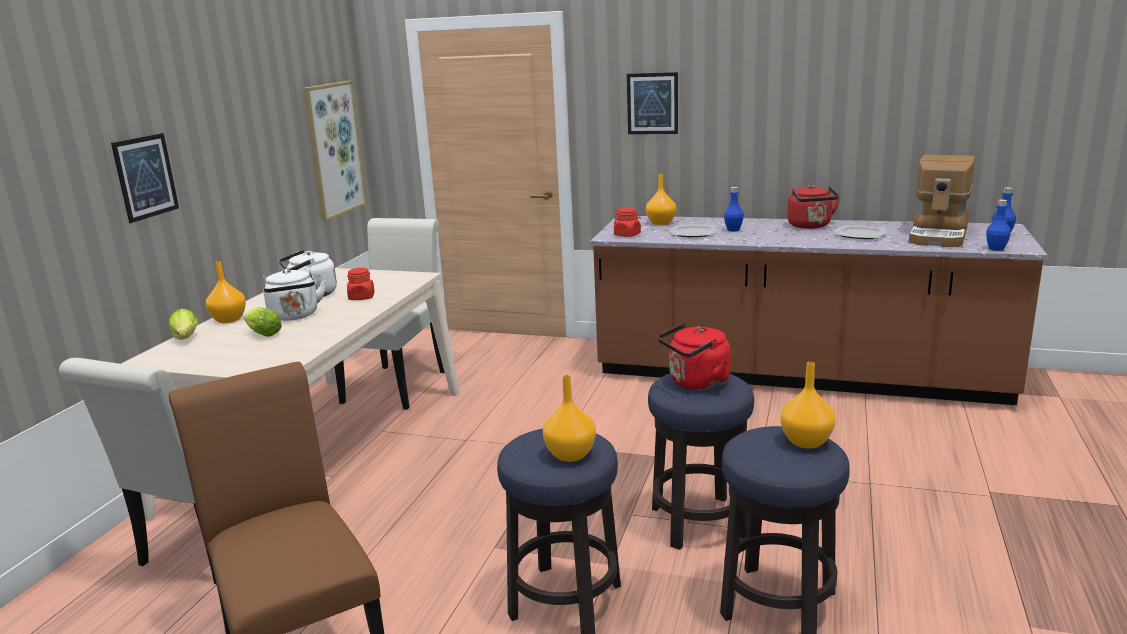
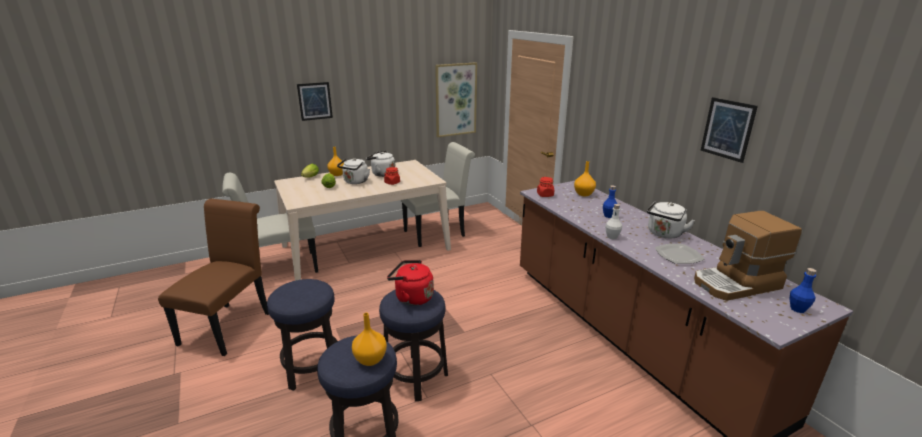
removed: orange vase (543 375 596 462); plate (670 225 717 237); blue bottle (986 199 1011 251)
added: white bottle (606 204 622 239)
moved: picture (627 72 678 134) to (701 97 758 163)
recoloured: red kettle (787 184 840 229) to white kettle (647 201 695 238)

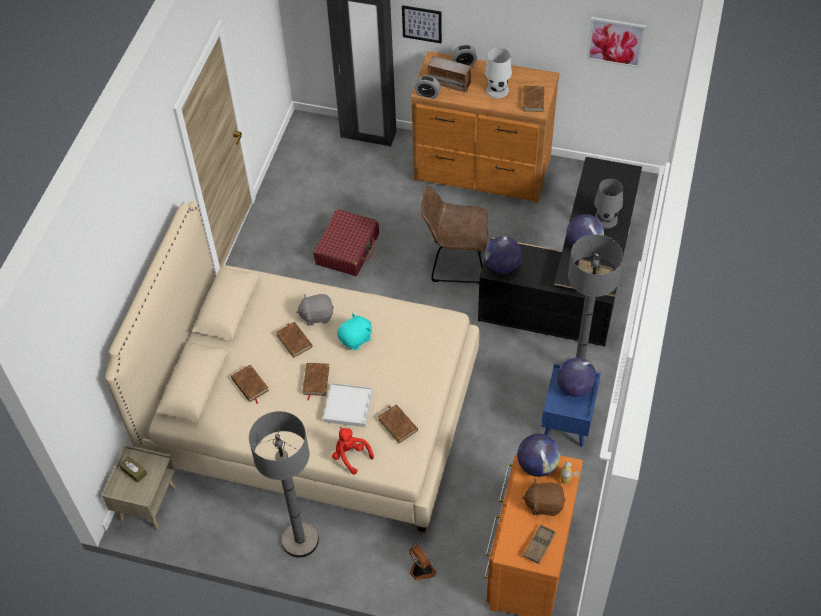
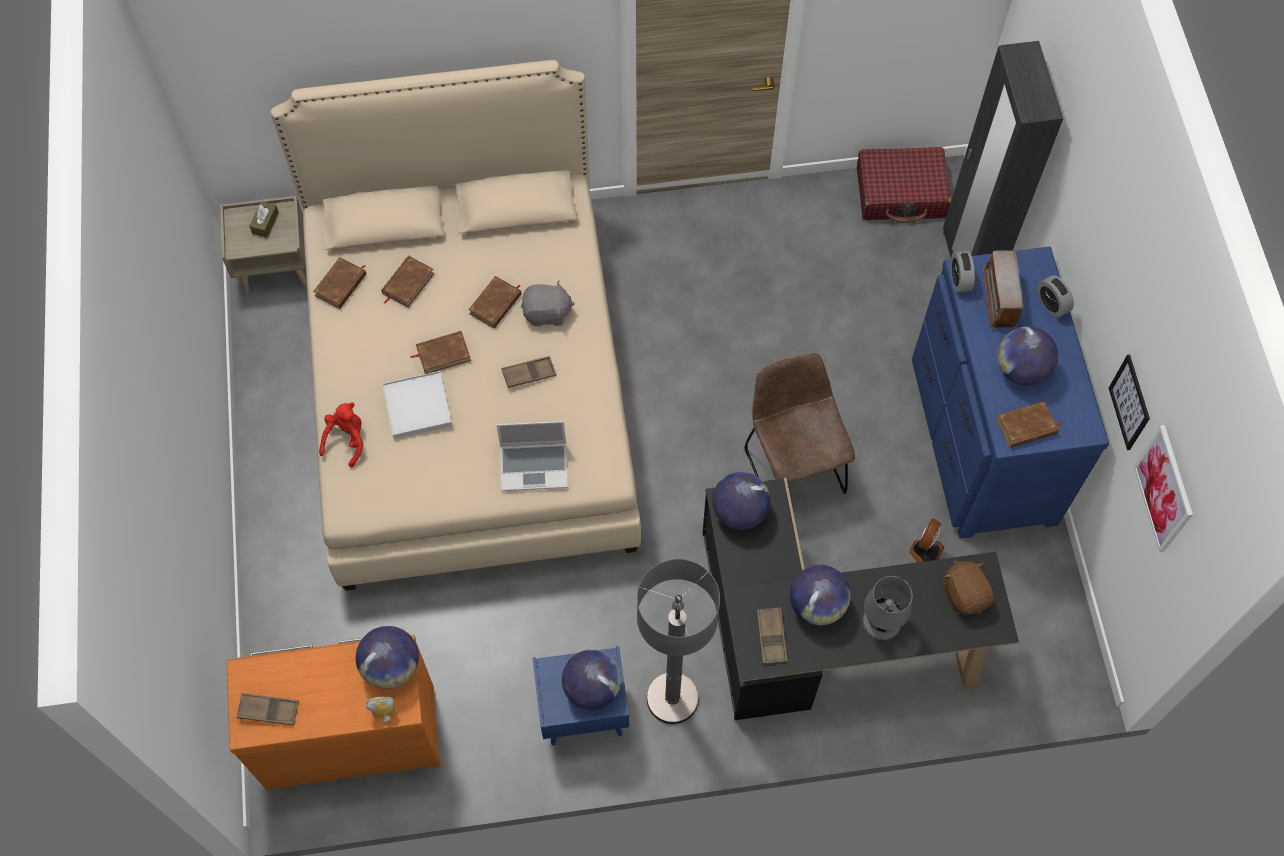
removed: grey floor lamp (249 411 319 558)
added: laptop (496 421 568 491)
moved: red suitcase (314 209 379 276) to (857 147 952 223); brown book (378 404 418 443) to (313 257 366 309); picture (402 5 442 43) to (1109 355 1150 450); fan (409 545 437 580) to (909 519 944 562); brown plush toy (522 479 565 516) to (943 560 994 615)
replaced: turquoise plush toy (337 313 372 350) to brown tray (501 356 556 388); white table lamp (485 48 512 98) to globe (997 326 1058 386)
recoloured: brown dresser (411 51 559 203) to blue dresser (912 247 1109 539)
turned: grey plush toy (297 294 334 326) = (521 280 575 326) 120 degrees clockwise

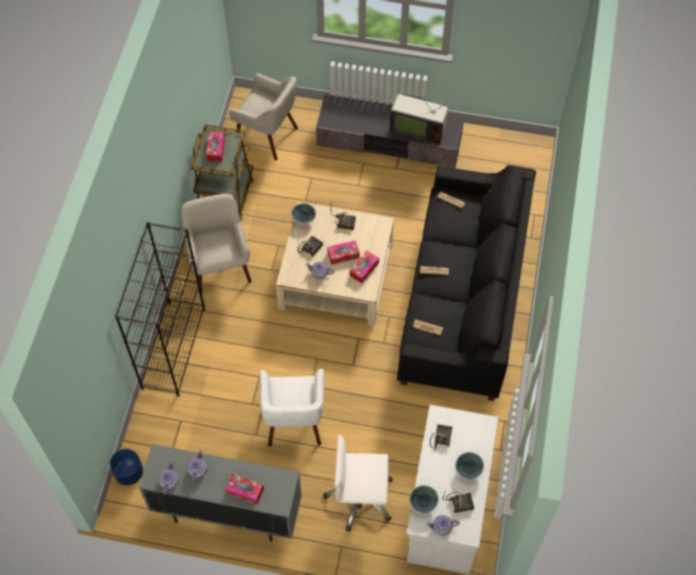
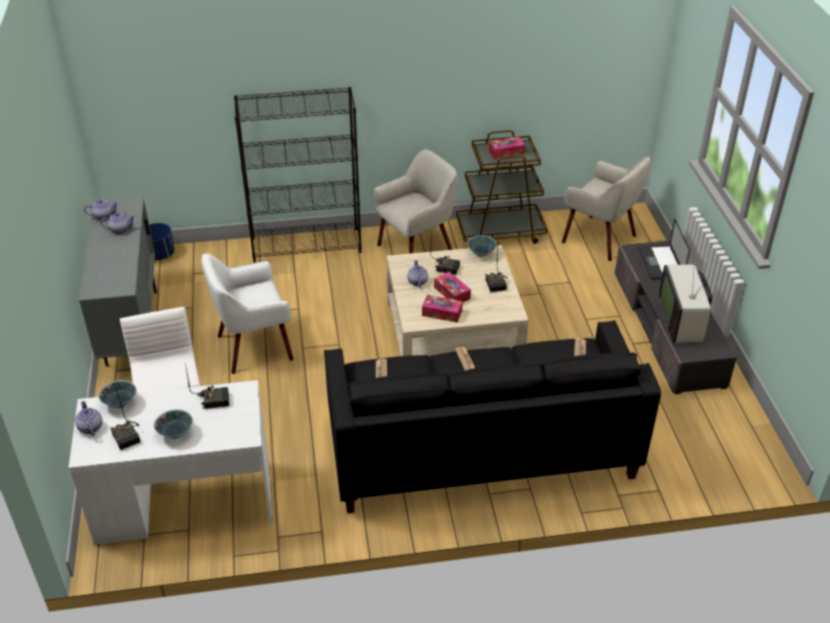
removed: tissue box (225 474 264 504)
added: laptop (639 218 690 280)
turned: beige armchair (229 73 298 160) = (562 157 651 261) 60 degrees counterclockwise

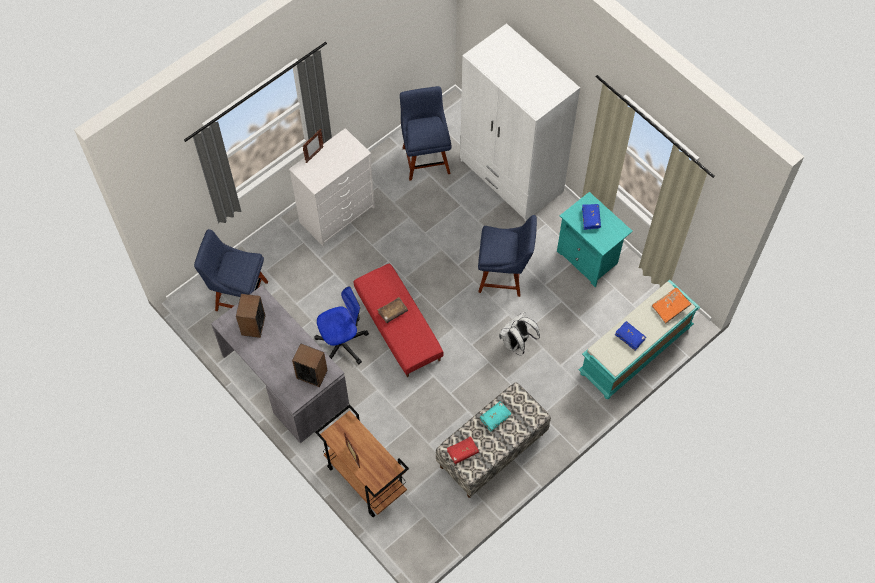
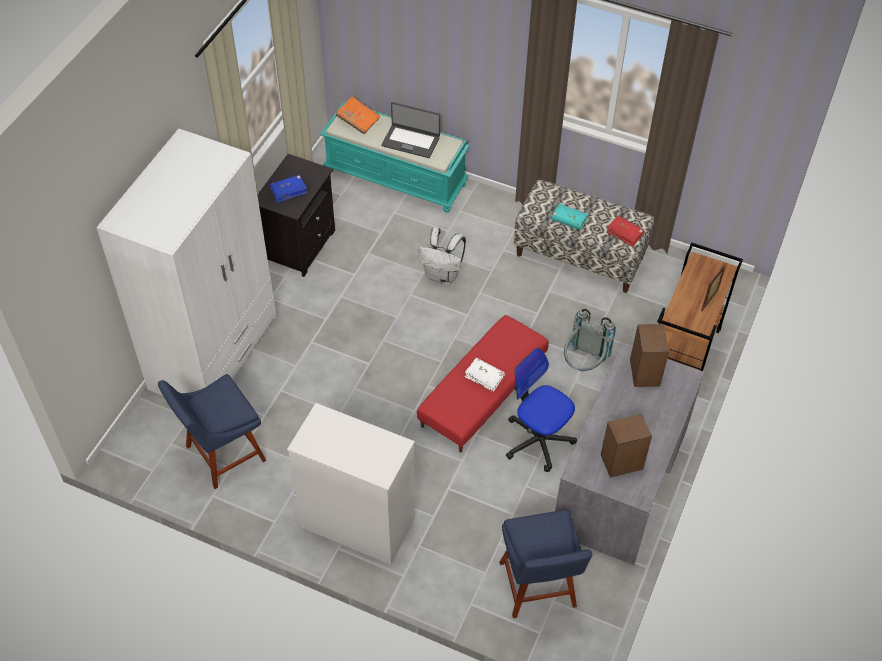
removed: picture frame (302 129 324 163); blue chair (478 215 537 297)
added: grey backpack (564 309 616 371)
replaced: blue book (615 321 646 351) to laptop (381 102 440 158)
recoloured: brown book (378 297 408 323) to white book (465 358 505 392); turquoise nightstand (557 192 633 287) to black nightstand (258 154 335 277)

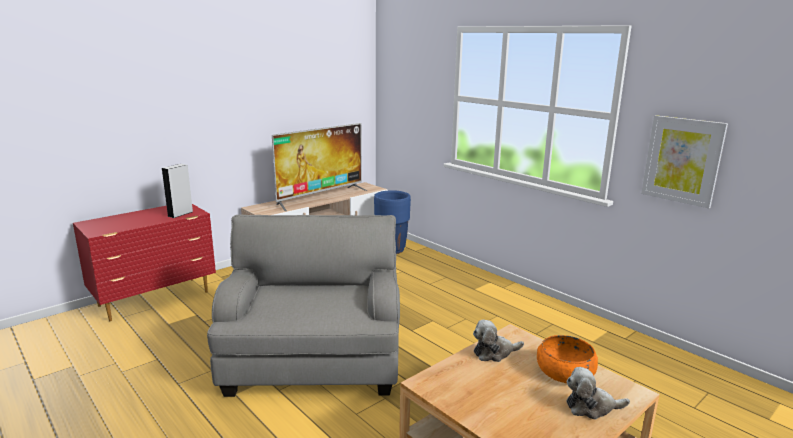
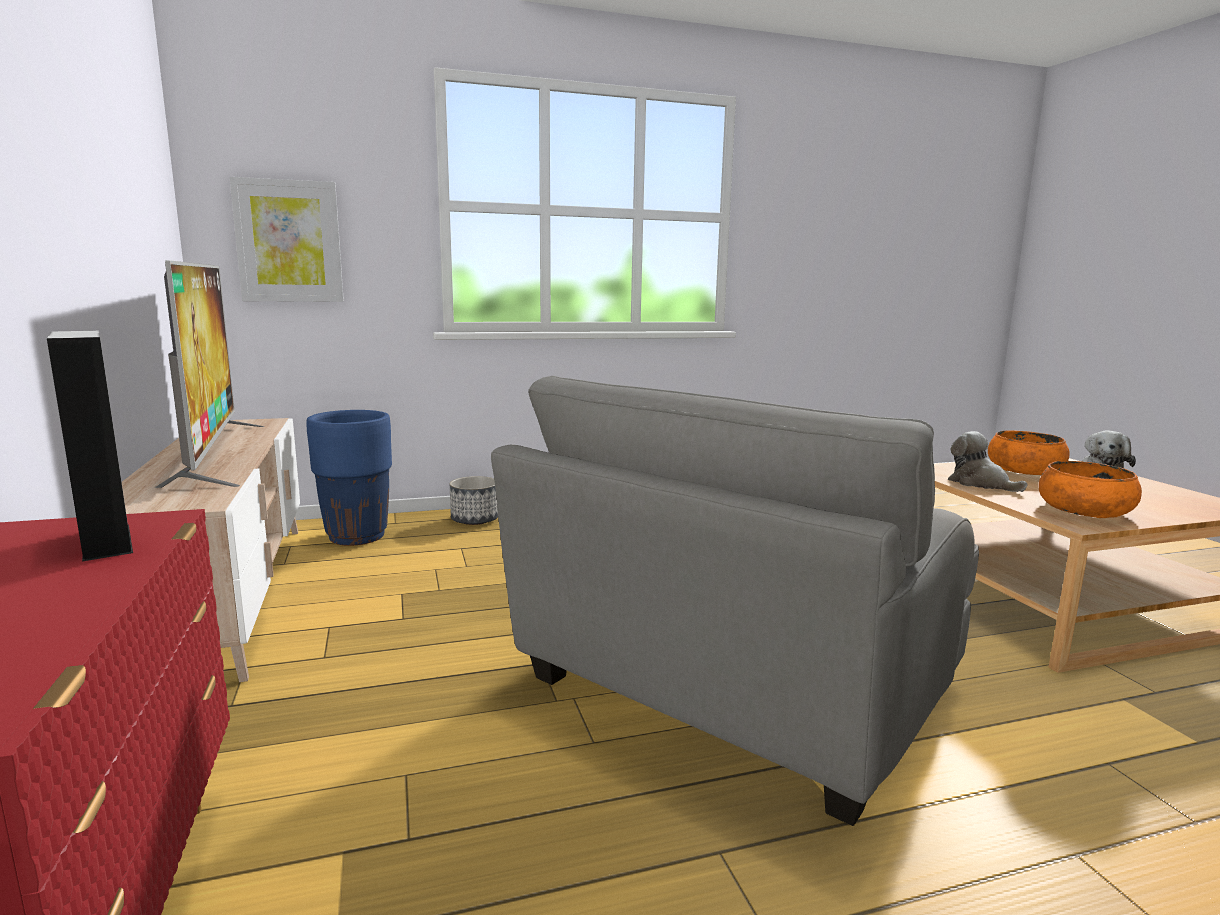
added: planter (450 476 498 525); orange bowl (1039 461 1142 518)
moved: picture (641 115 728 208) to (229 177 344 302)
turned: grey armchair (207 214 400 397) = (491 376 979 826) 75 degrees counterclockwise; plush toy (473 320 524 362) = (948 431 1028 492) 135 degrees clockwise

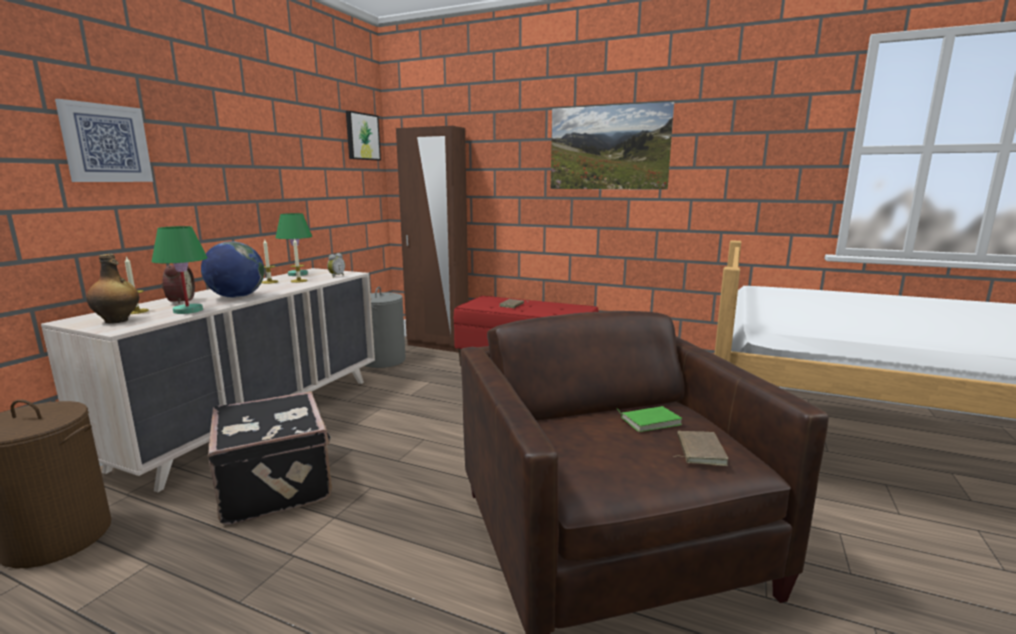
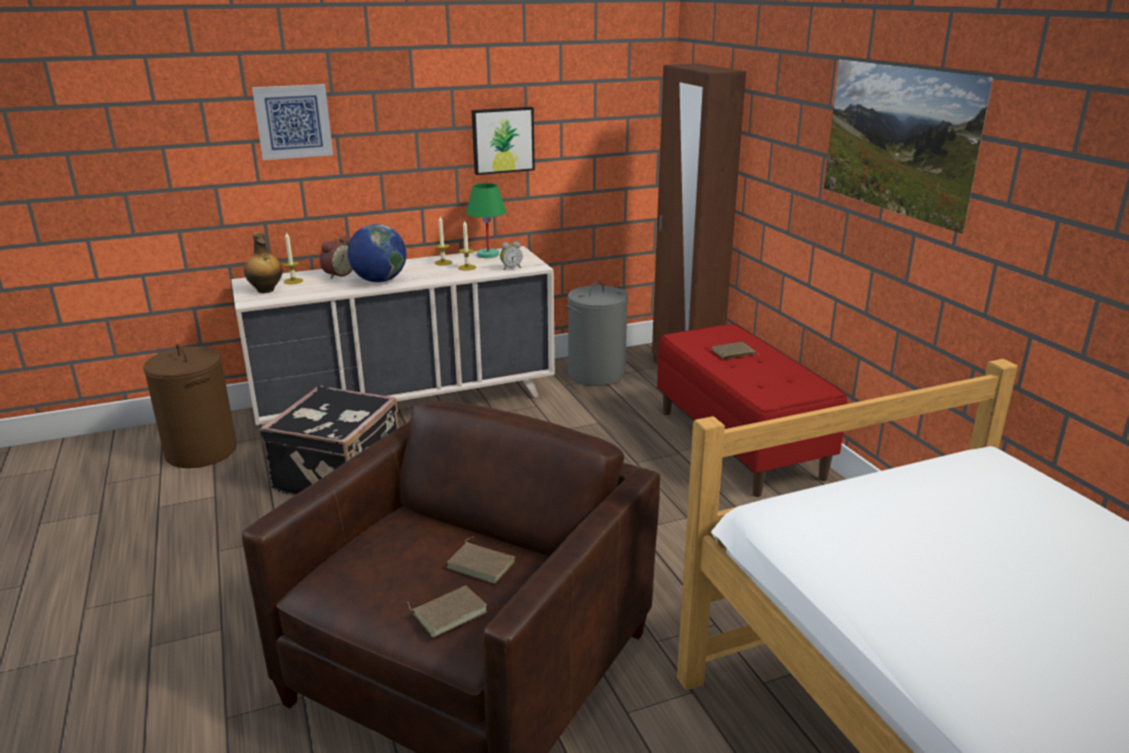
removed: green table lamp (152 226 207 314)
moved: picture (346 111 381 160) to (471 107 535 175)
recoloured: green book (618 406 682 432) to brown book (447 536 515 583)

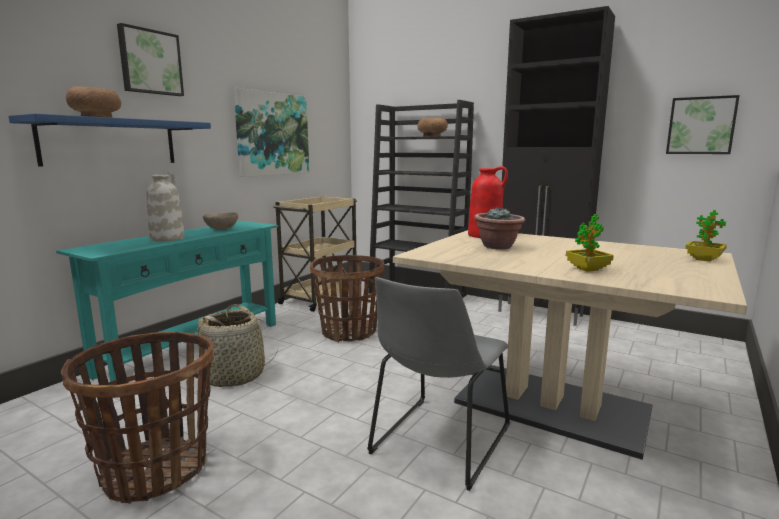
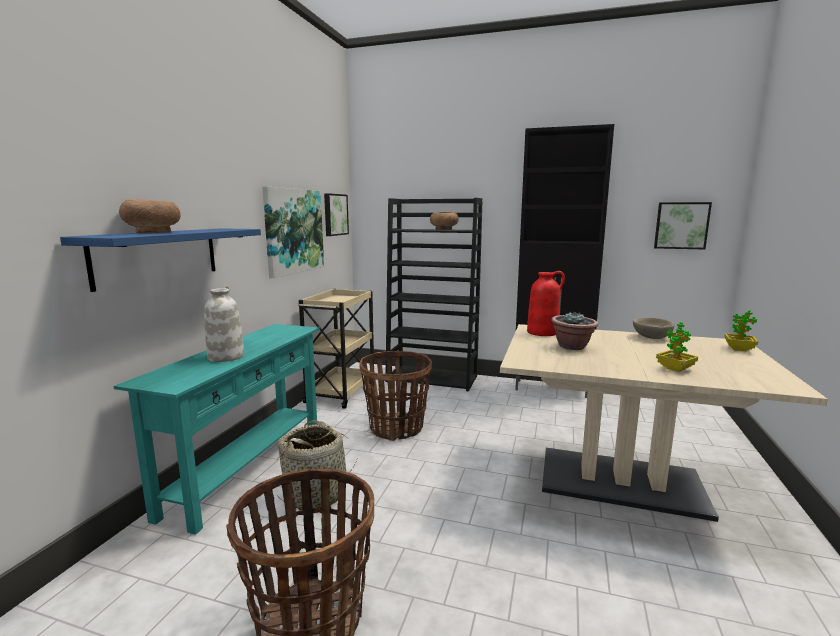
removed: grey chair (367 277 510 491)
moved: picture (117 23 184 96) to (324 193 349 236); beige bowl (203 212 238 230) to (633 318 674 339)

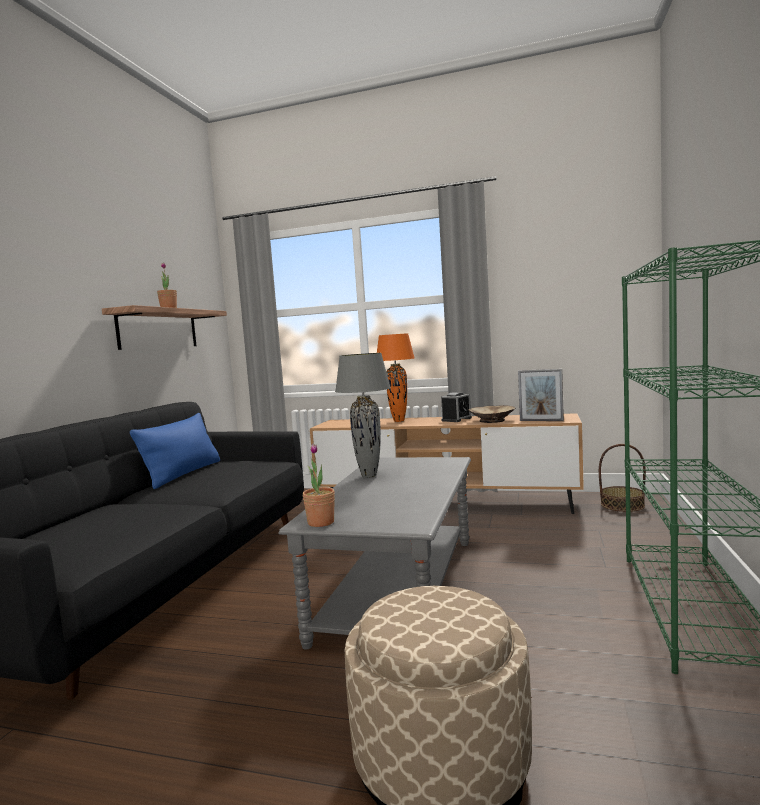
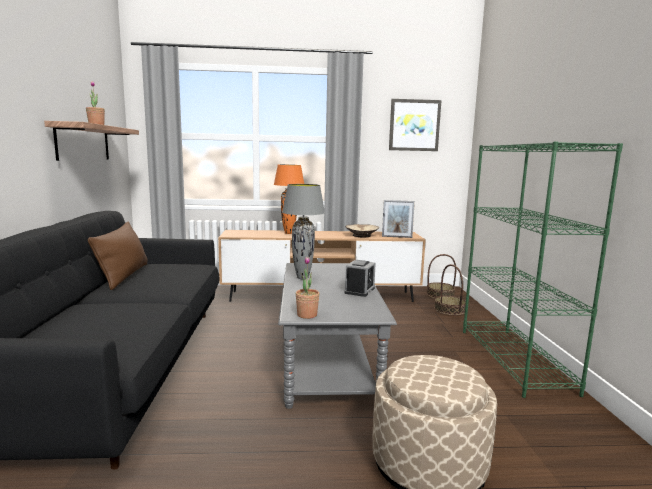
added: picture (389 99 442 151); basket (434 264 466 316)
moved: alarm clock (441 393 472 422) to (345 260 376 297)
recoloured: blue pillow (130 413 220 489) to brown pillow (88 222 147 290)

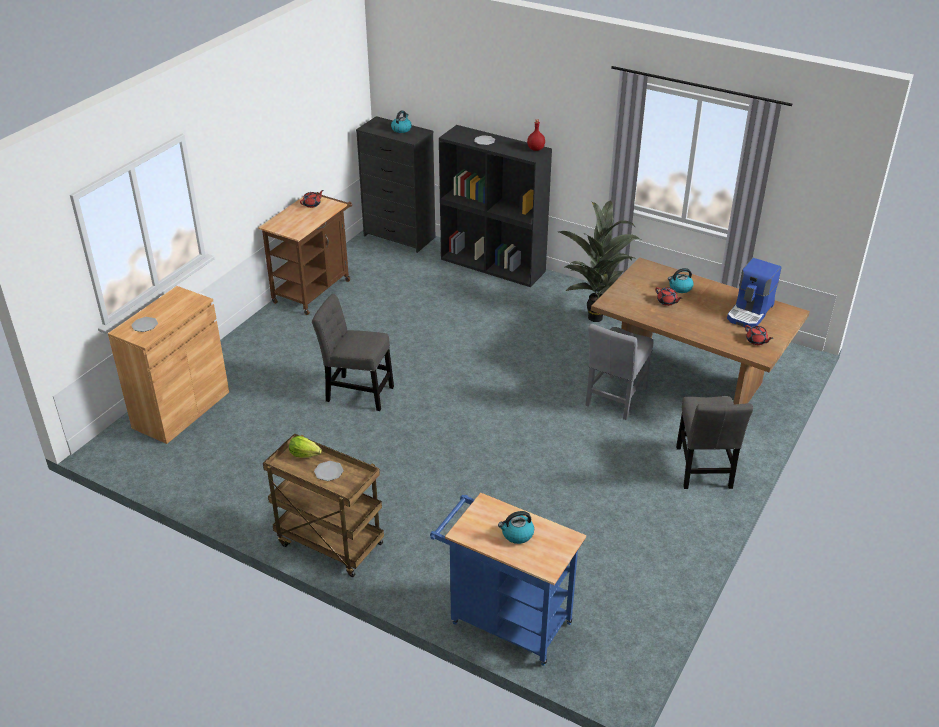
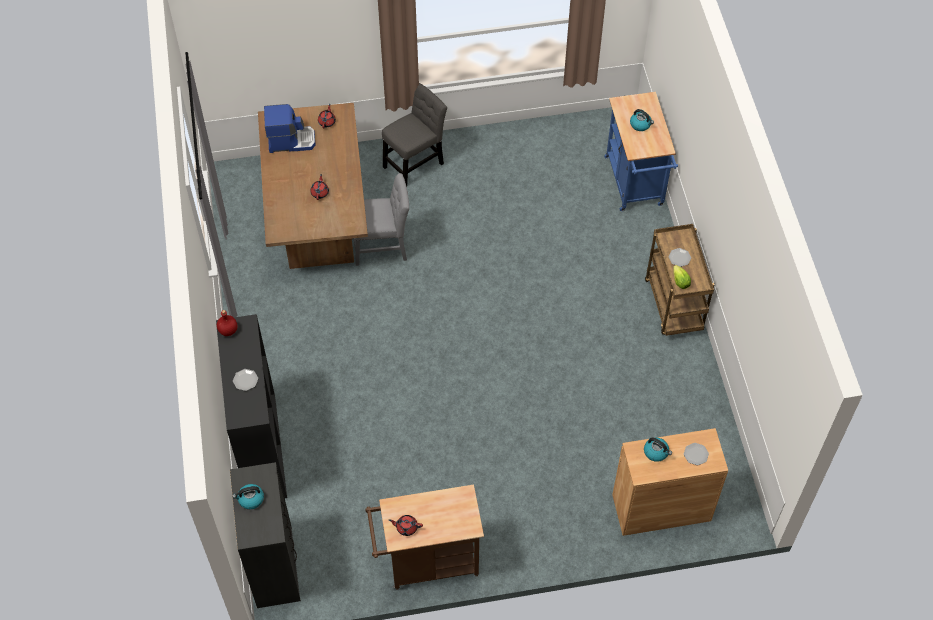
removed: grey chair (312 294 394 411); potted plant (559 200 642 322)
moved: kettle (668 268 694 293) to (644 438 672 462)

